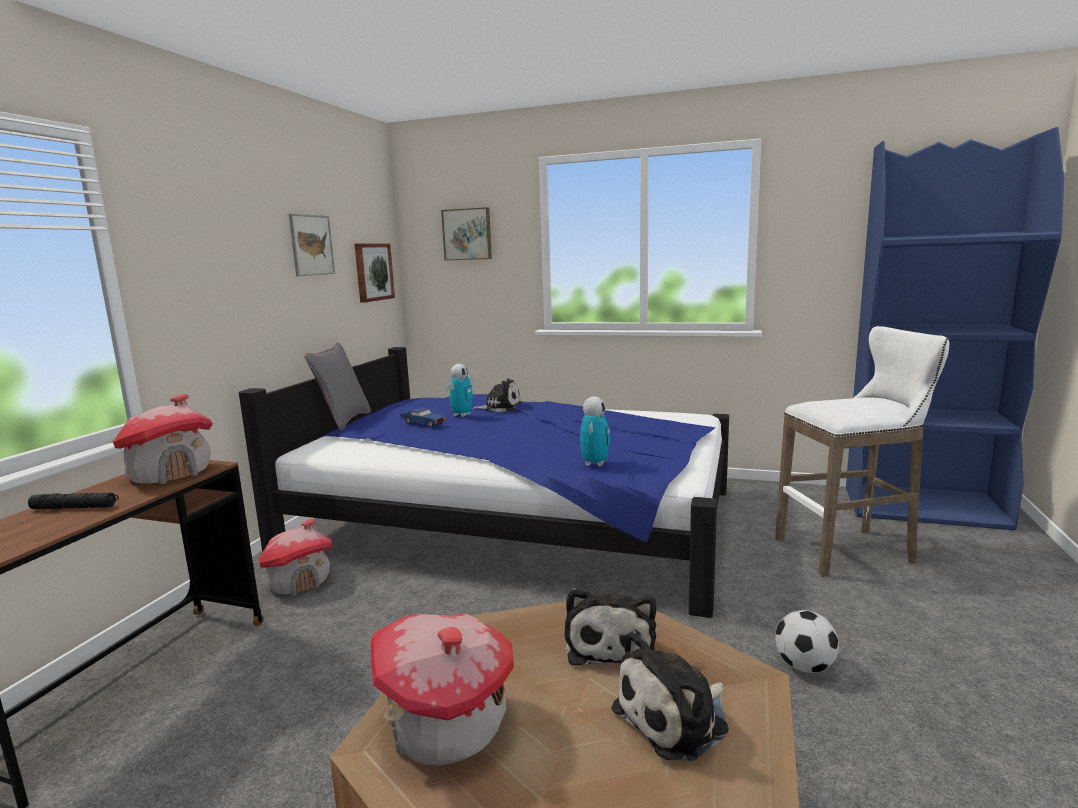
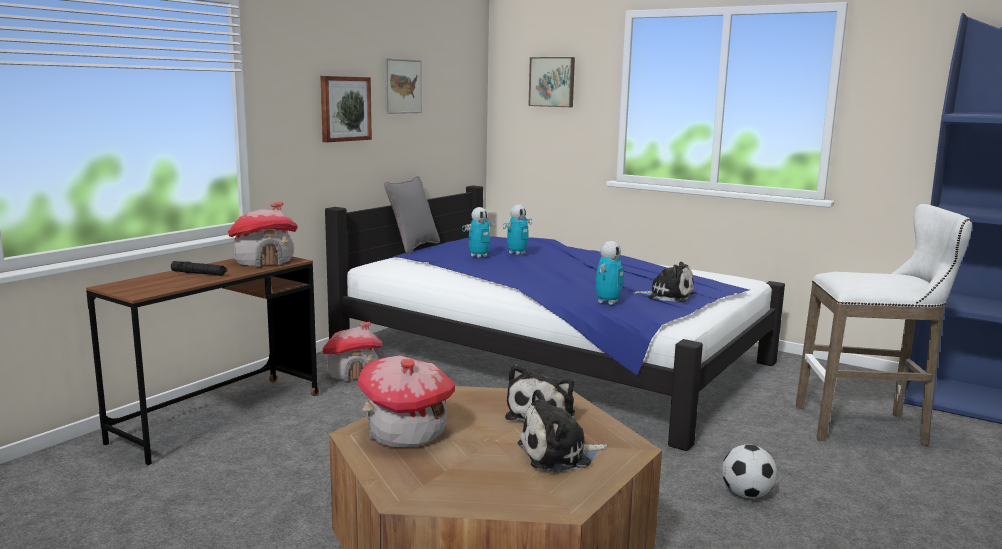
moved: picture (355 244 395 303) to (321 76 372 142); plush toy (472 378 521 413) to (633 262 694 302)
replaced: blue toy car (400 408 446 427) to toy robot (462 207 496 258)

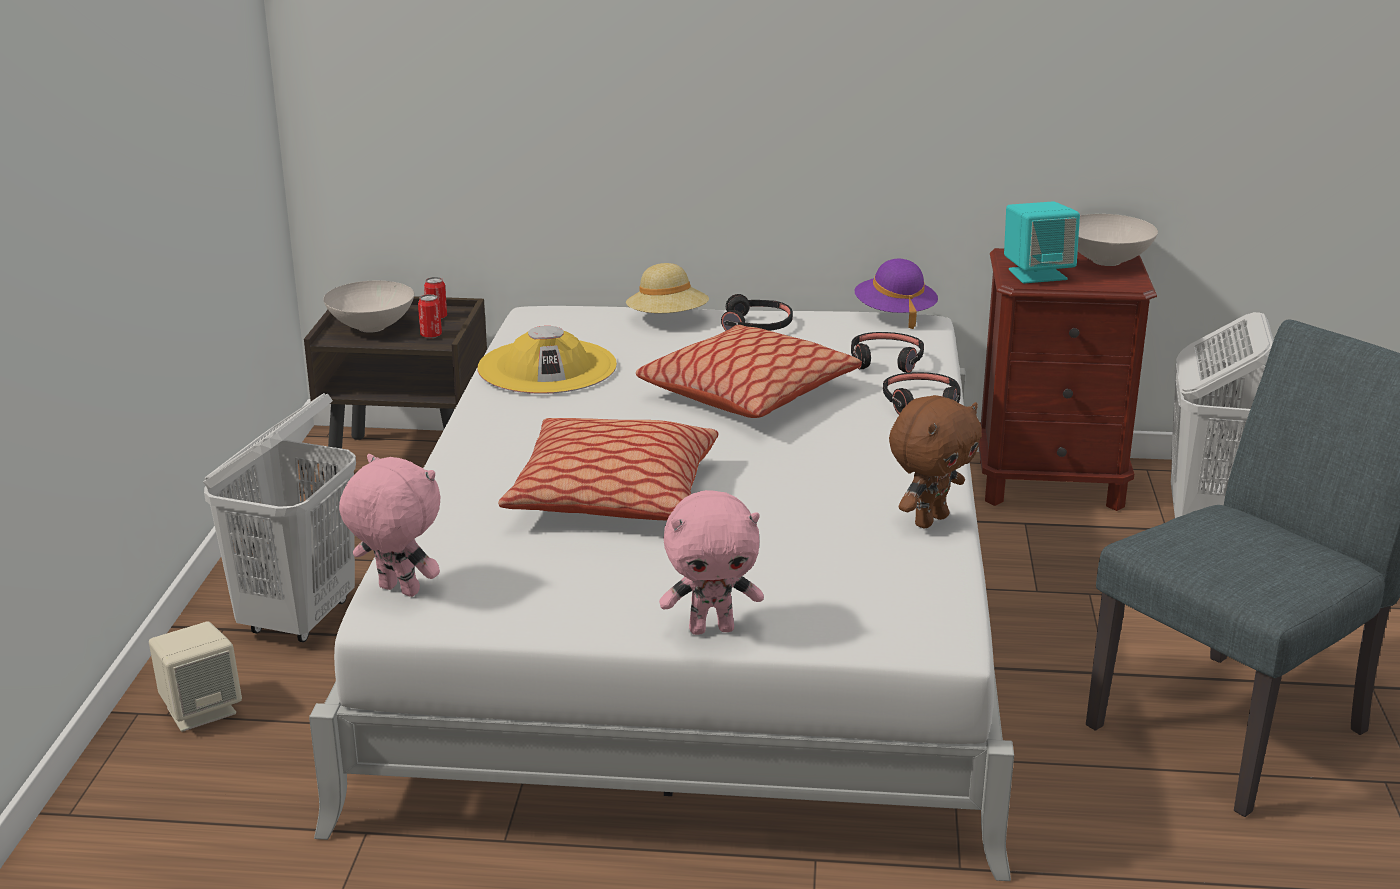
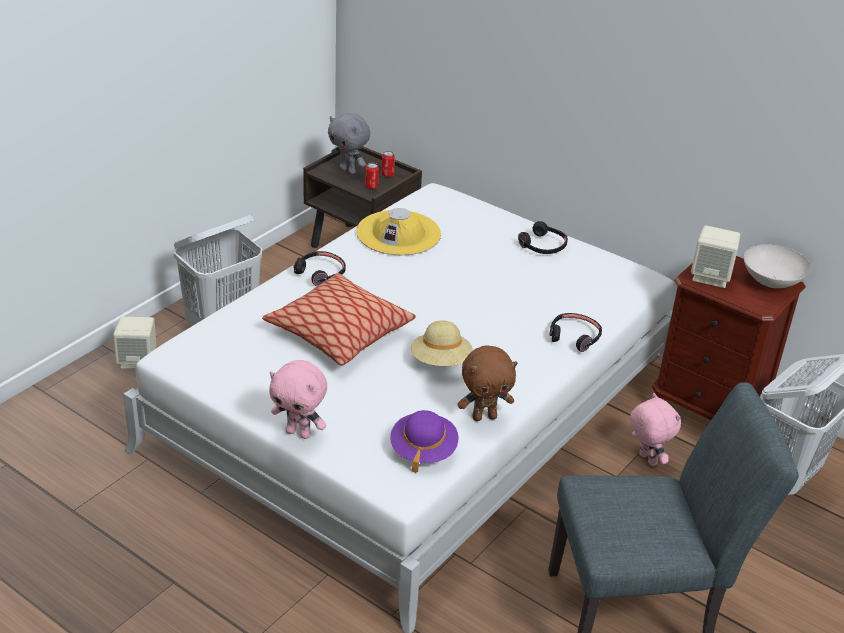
removed: pillow (636 325 862 418)
moved: pink plush toy (339 454 440 597) to (630 393 681 466); beige hat (626 263 709 313) to (411 320 473 366); black headphones (851 332 924 373) to (293 251 346 286); purple hat (854 259 938 329) to (390 410 458 473)
replaced: white bowl (323 281 414 333) to grey plush toy (328 113 370 174)
recoloured: turquoise speaker (1004 201 1080 283) to beige speaker (691 225 740 288)

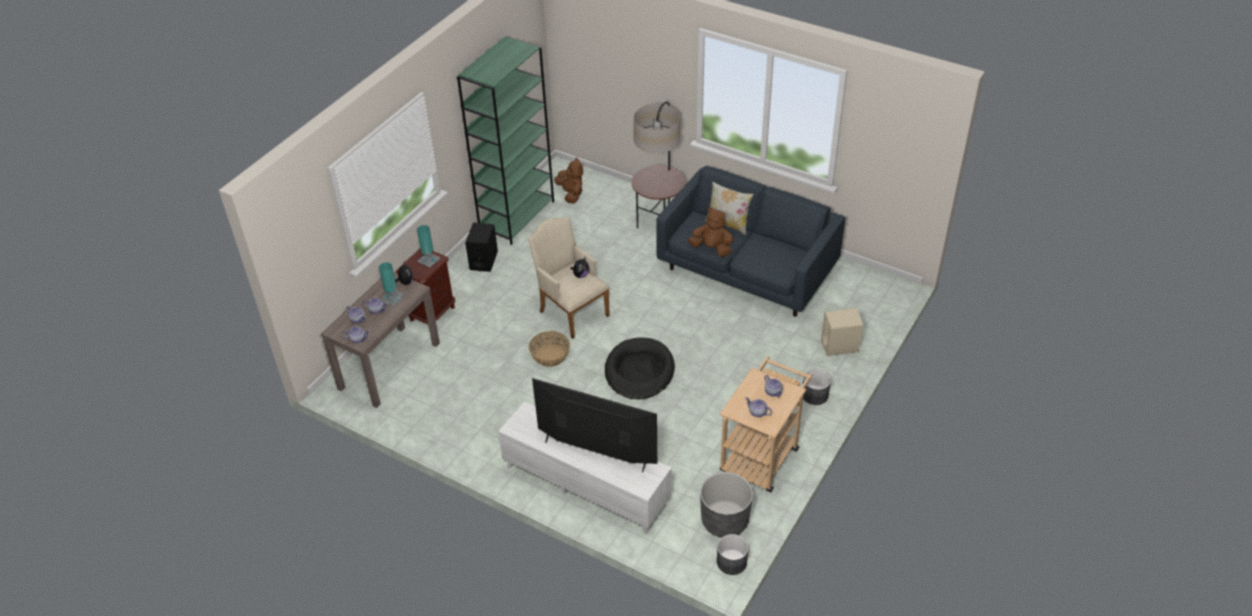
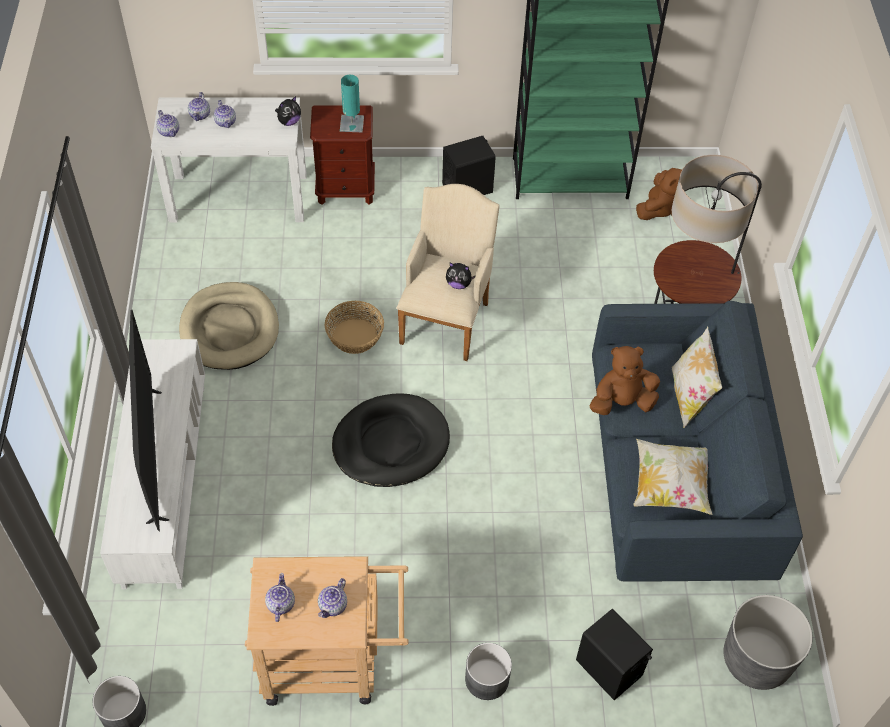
removed: turquoise table lamp (379 262 404 306)
added: beige dog bed (179 282 279 370); pillow (633 439 713 515)
moved: grey planter (700 472 753 537) to (723 595 813 690)
recoloured: brown console table (321 272 440 408) to white console table (151 97 307 222); beige speaker (821 308 863 356) to black speaker (576 609 653 700)
turned: brown plush toy (688 207 733 257) = (590 346 660 415) 90 degrees counterclockwise

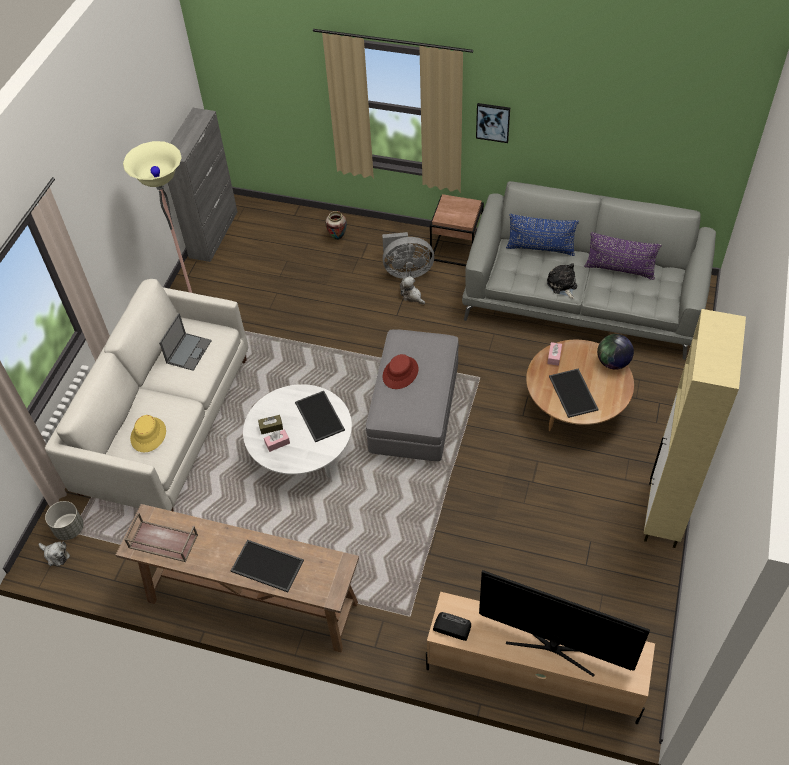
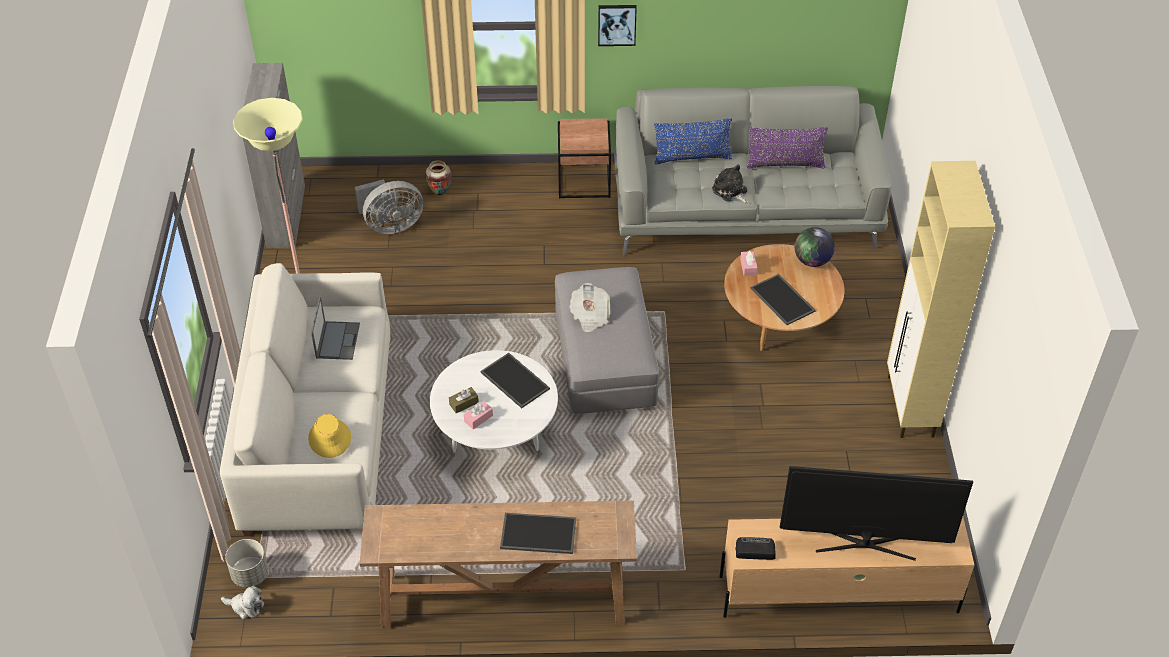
removed: brown tray (124 513 198 562); plush toy (400 276 425 304)
moved: grey fan (382 232 434 279) to (355 179 423 234)
replaced: red hat (383 354 419 389) to newspaper (569 283 610 332)

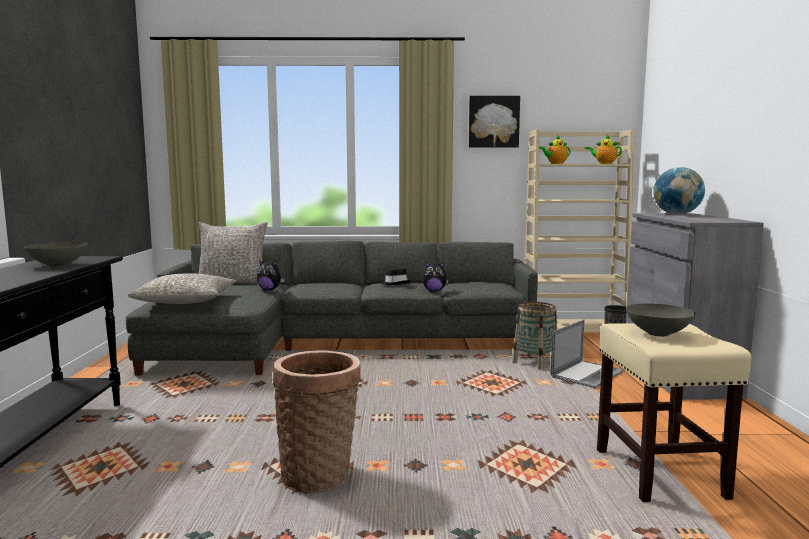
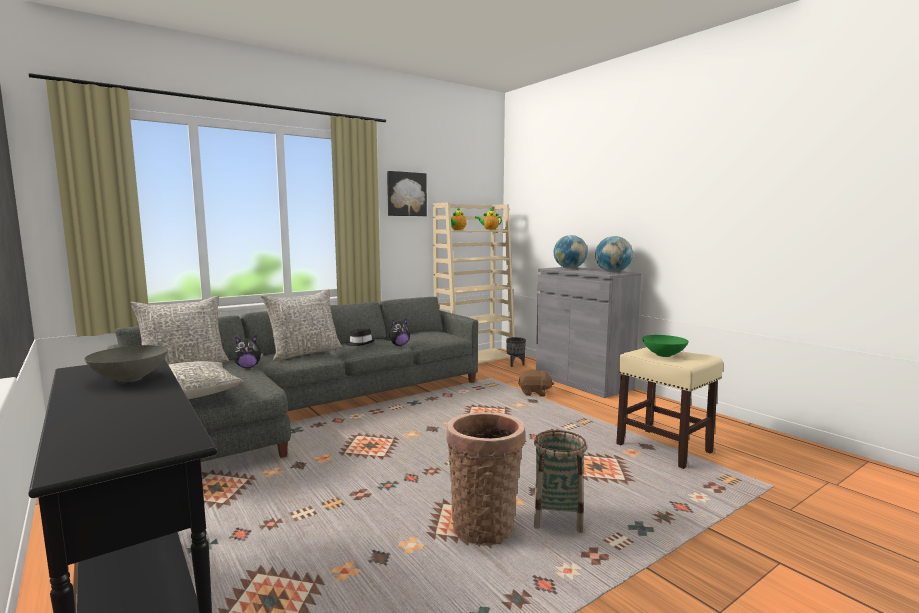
added: grey pillow (261 289 343 361); globe (595 236 633 272)
moved: basket (512 302 557 370) to (534 430 587 533)
replaced: laptop (550 319 624 389) to brown plush toy (518 370 554 396)
recoloured: grey bowl (626 304 696 337) to green bowl (642 335 689 357)

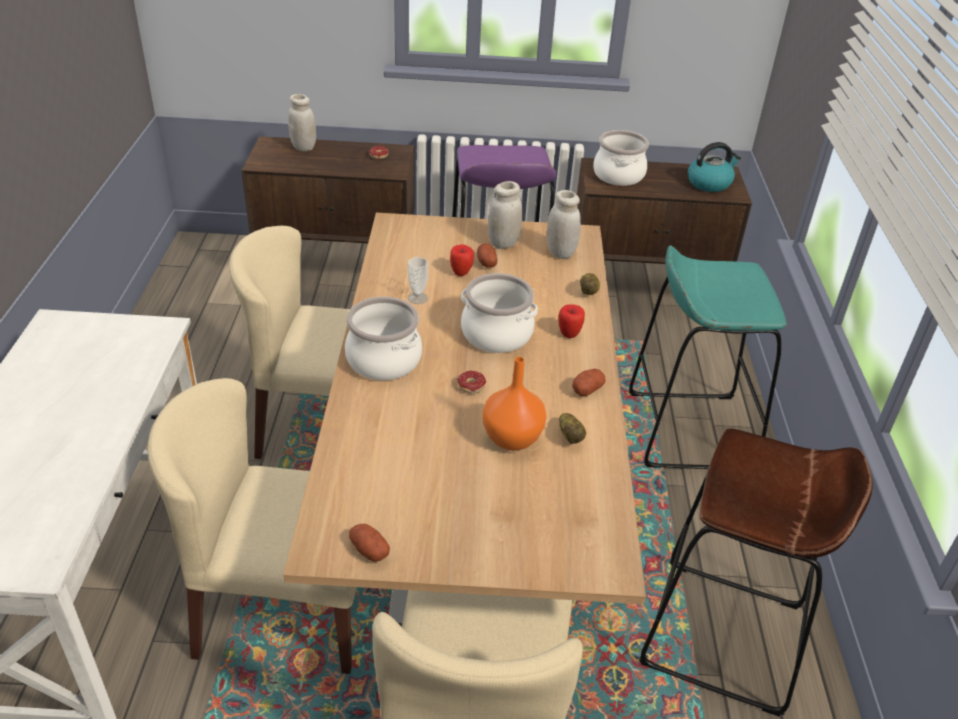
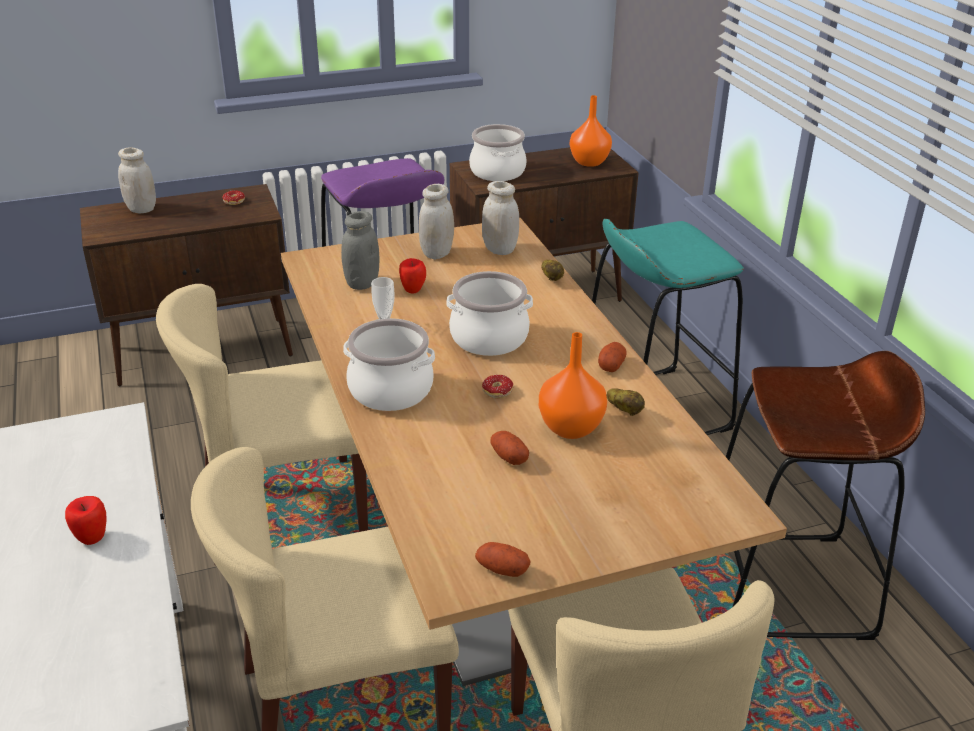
added: grey jar (341 211 379 290)
moved: potato (477 244 497 268) to (491 431 529 465); apple (558 304 585 338) to (65 496 107 545)
replaced: kettle (688 142 741 192) to orange vase (570 95 612 167)

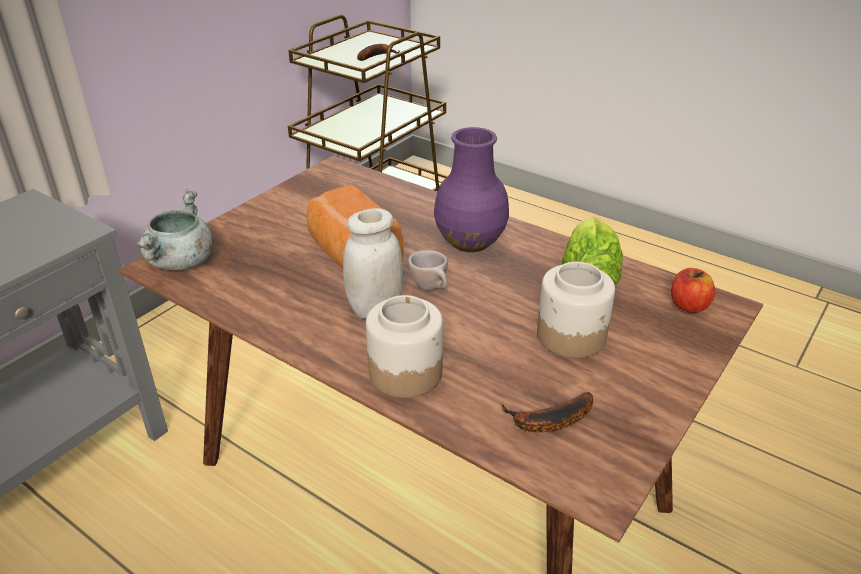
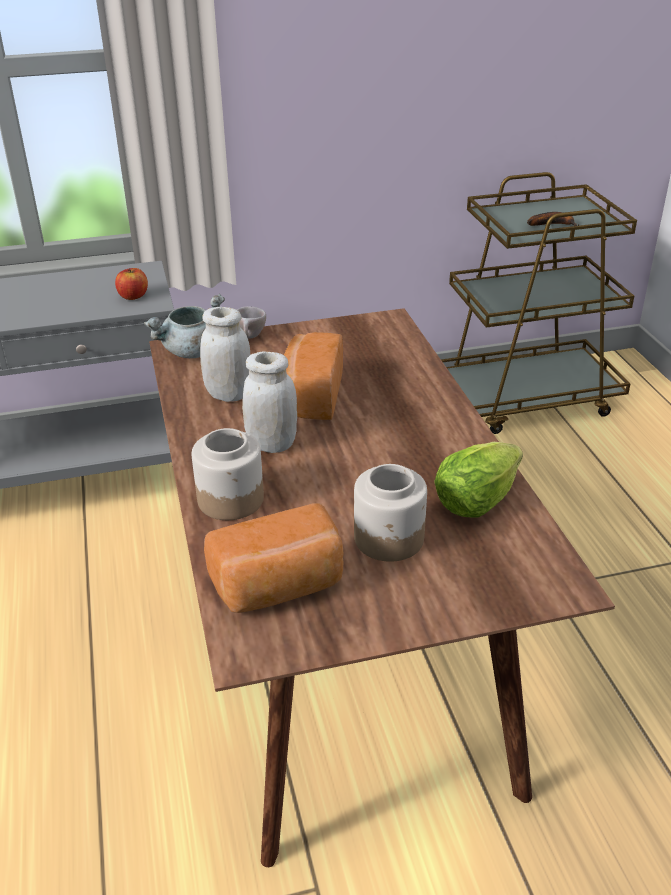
removed: purple vase (434 127 509 252)
added: white jar (200 307 250 402)
moved: beige cup (408 250 448 291) to (237 306 266 339); apple (671 268 715 313) to (115 268 148 300)
replaced: banana (502 392 593 432) to bread (204 503 344 613)

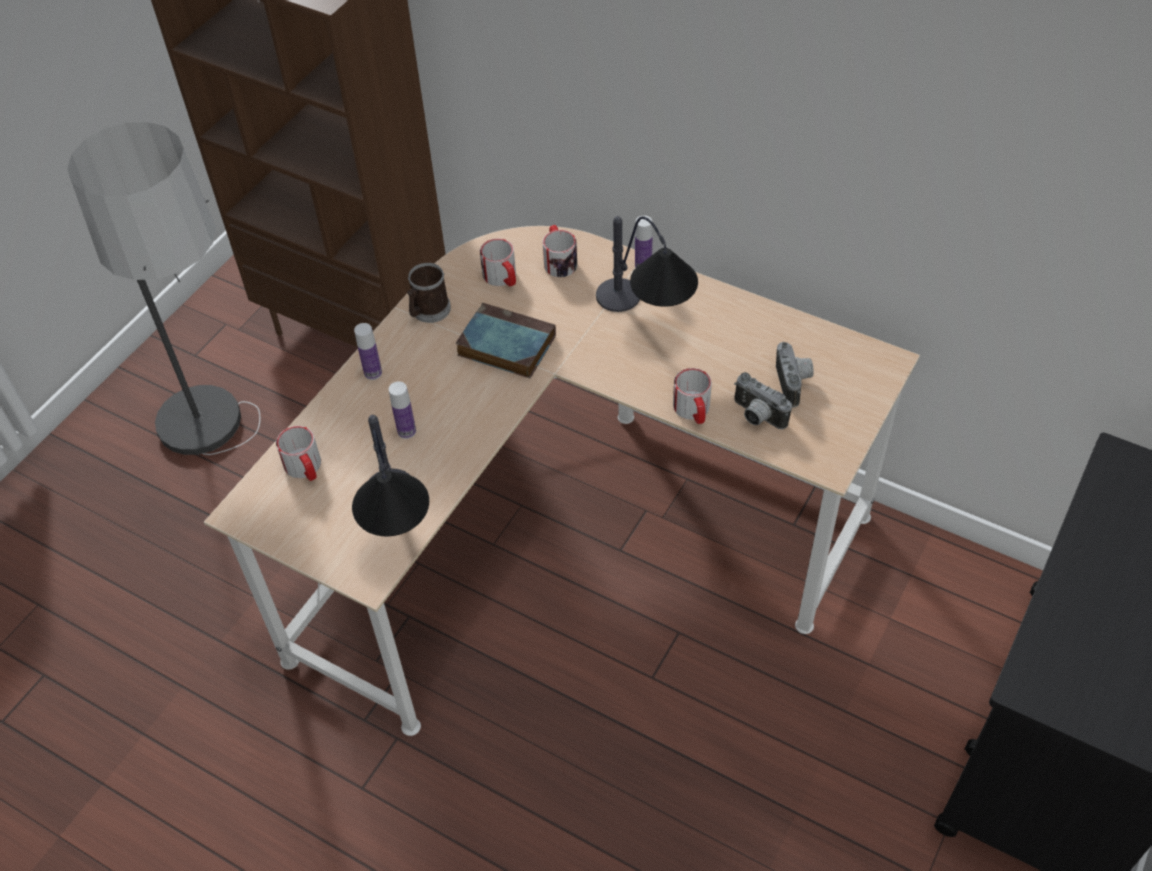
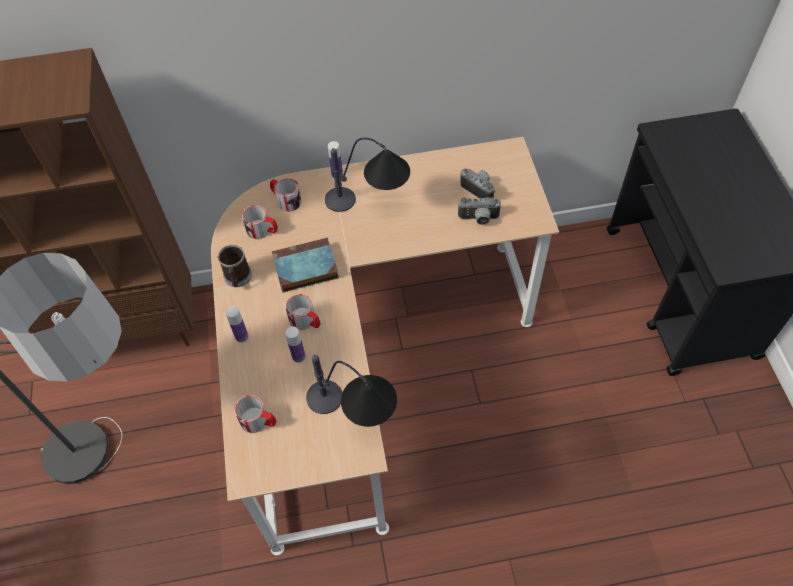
moved: mug (673 368 712 424) to (285 294 321 330)

